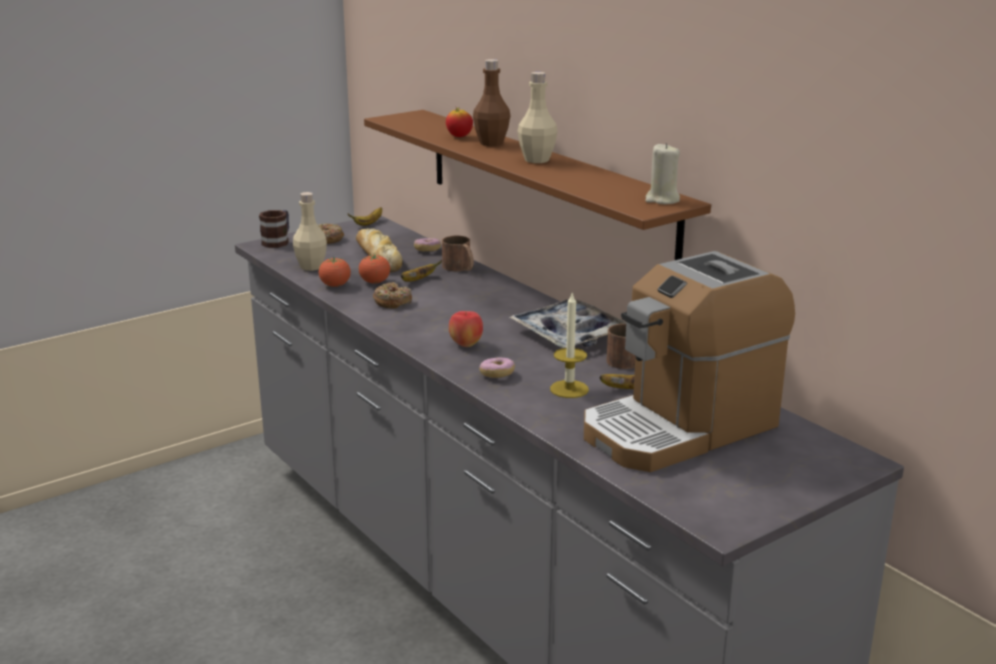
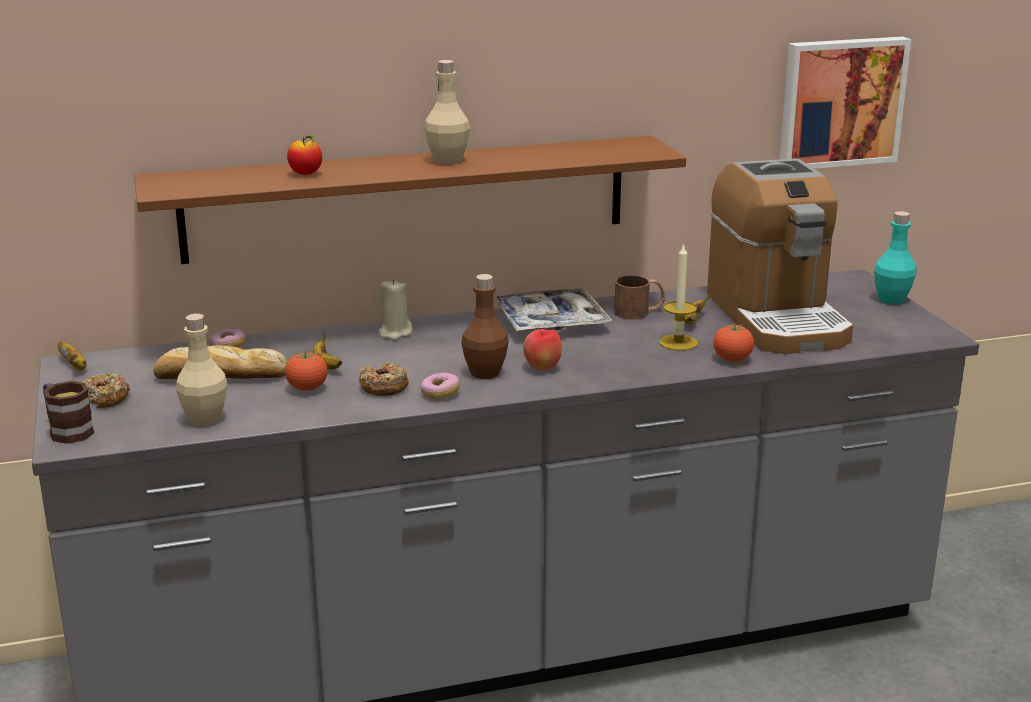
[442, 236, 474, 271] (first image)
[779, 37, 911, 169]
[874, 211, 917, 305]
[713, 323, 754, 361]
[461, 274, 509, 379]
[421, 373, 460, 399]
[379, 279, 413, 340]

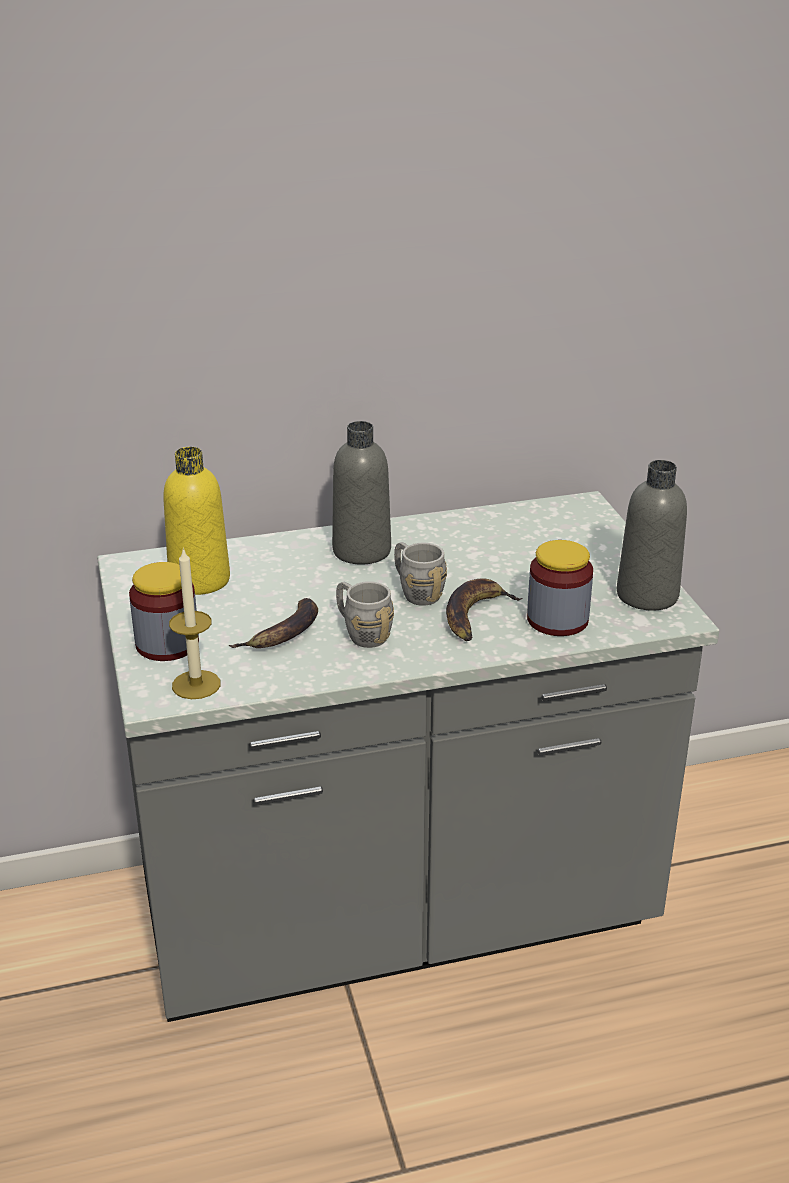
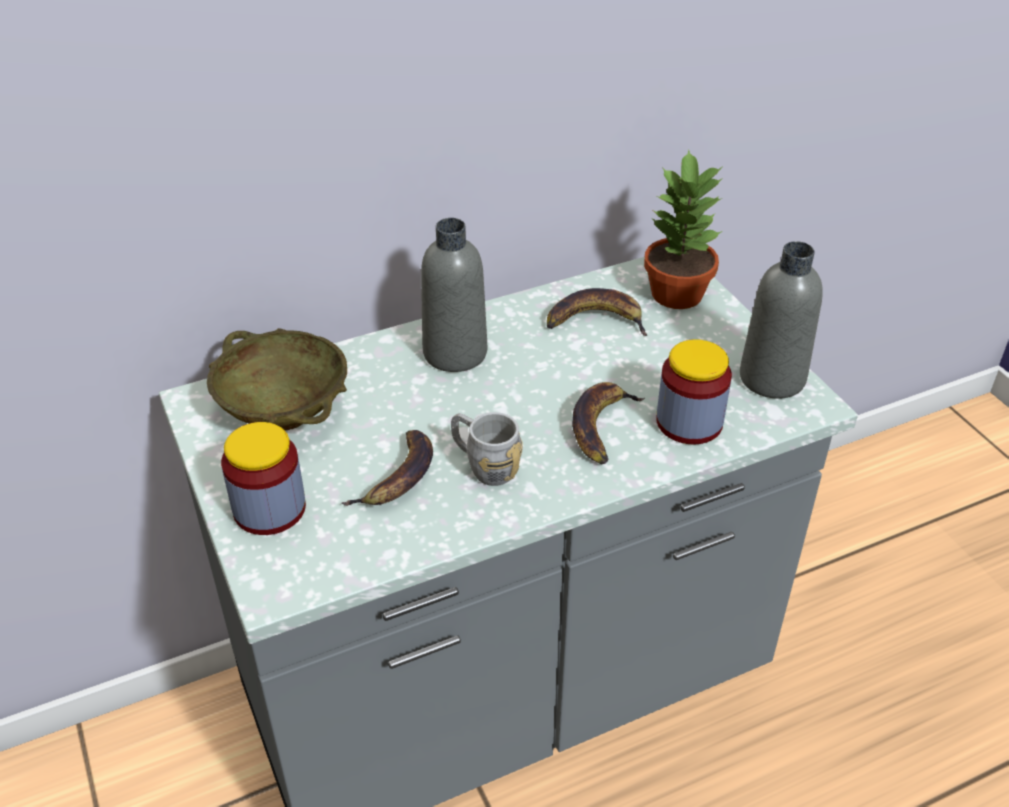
[169, 547, 221, 699] (first image)
[394, 542, 447, 606] (first image)
[547, 288, 648, 336]
[644, 150, 723, 309]
[207, 328, 347, 430]

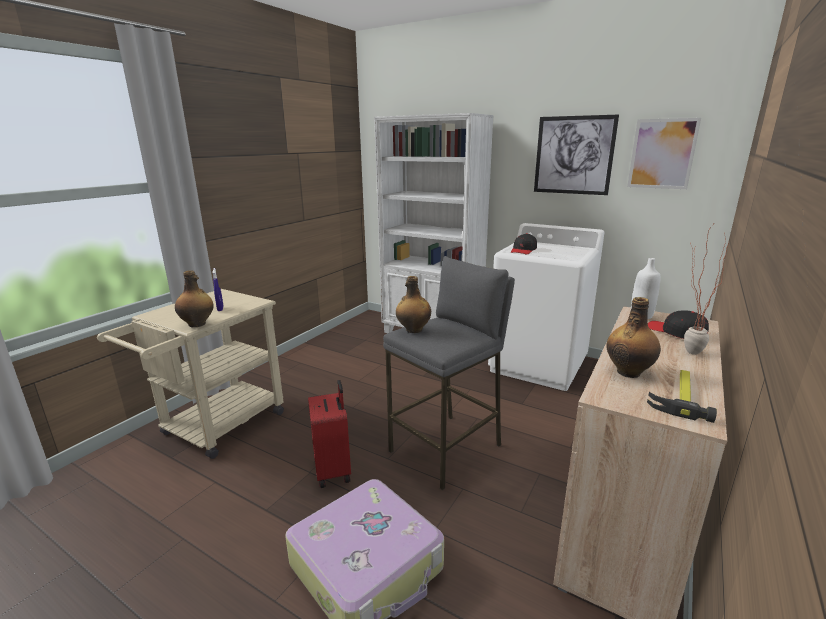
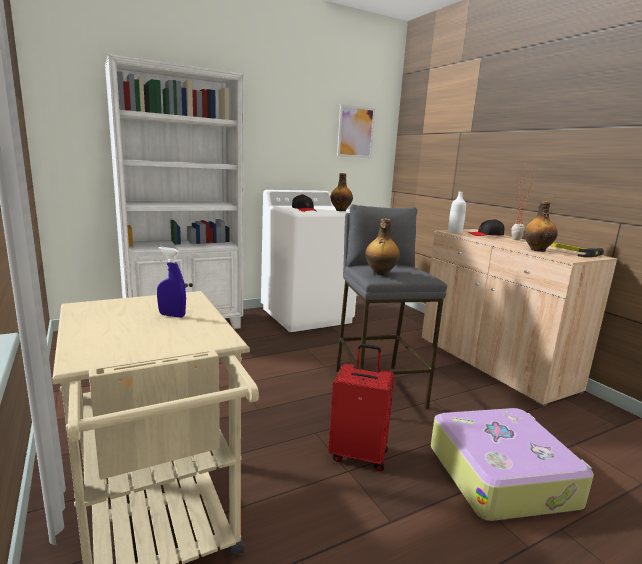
[534, 115, 619, 195] (first image)
[330, 173, 353, 211]

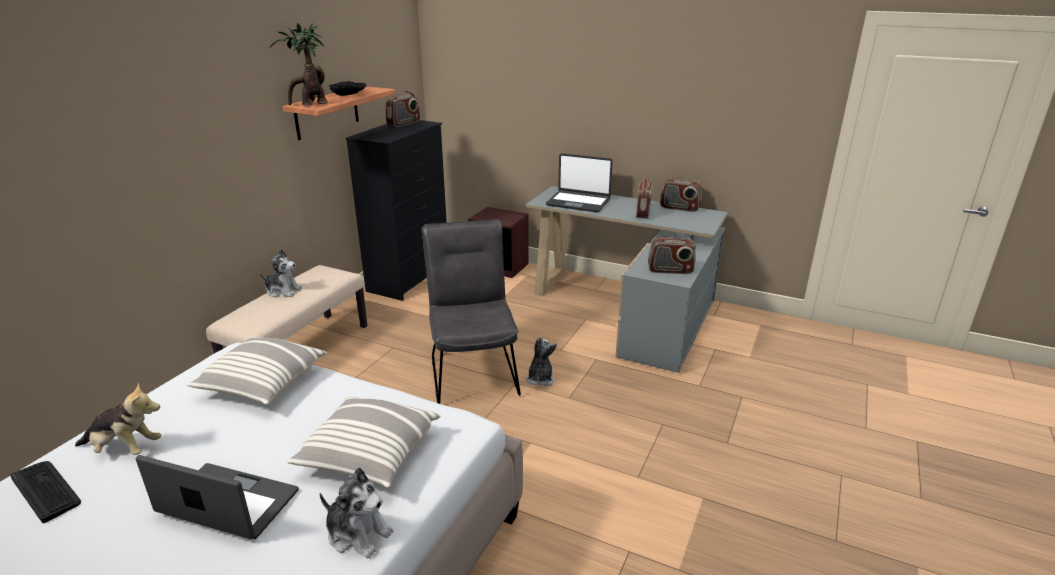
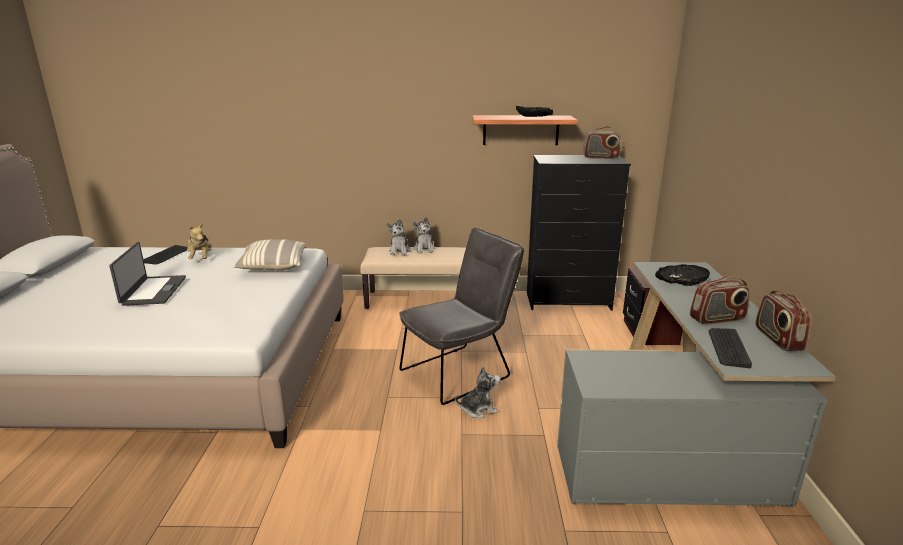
[270, 23, 328, 106] (first image)
[287, 397, 441, 488] (first image)
[648, 235, 696, 274] (first image)
[709, 328, 752, 368]
[387, 219, 411, 255]
[655, 264, 710, 286]

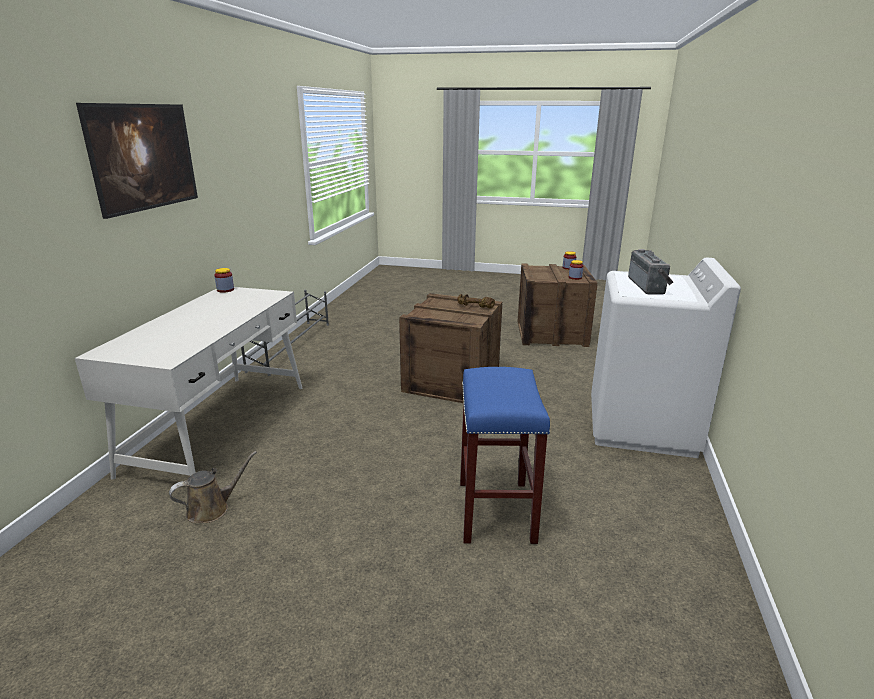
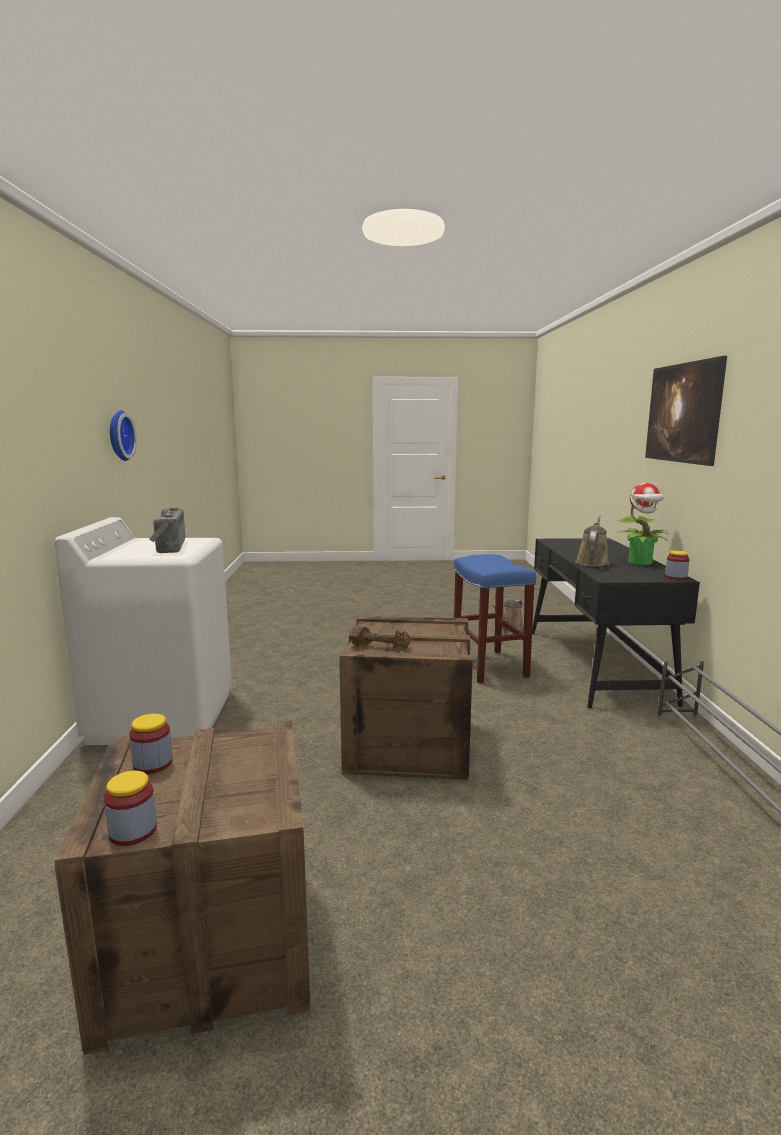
[110, 410, 137, 461]
[575, 515, 609, 567]
[618, 483, 669, 565]
[454, 554, 536, 683]
[532, 538, 700, 708]

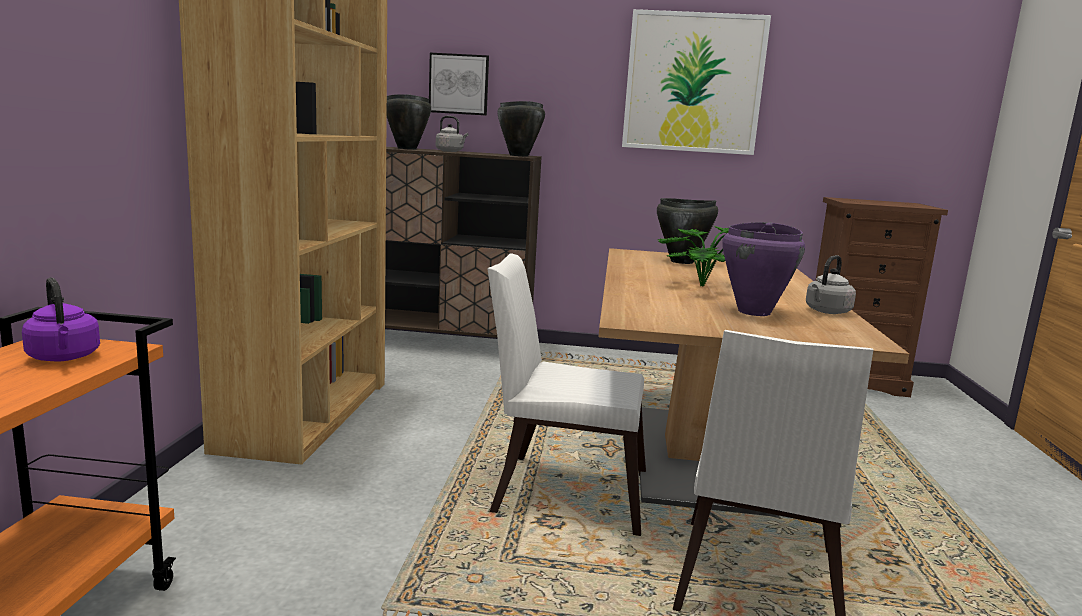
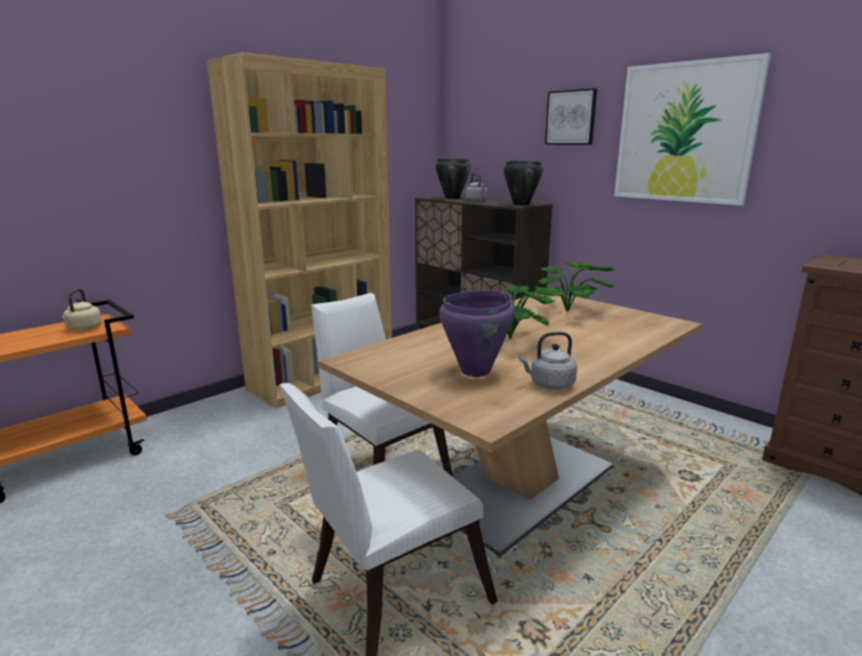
[545, 88, 597, 145]
[538, 262, 615, 311]
[61, 289, 102, 330]

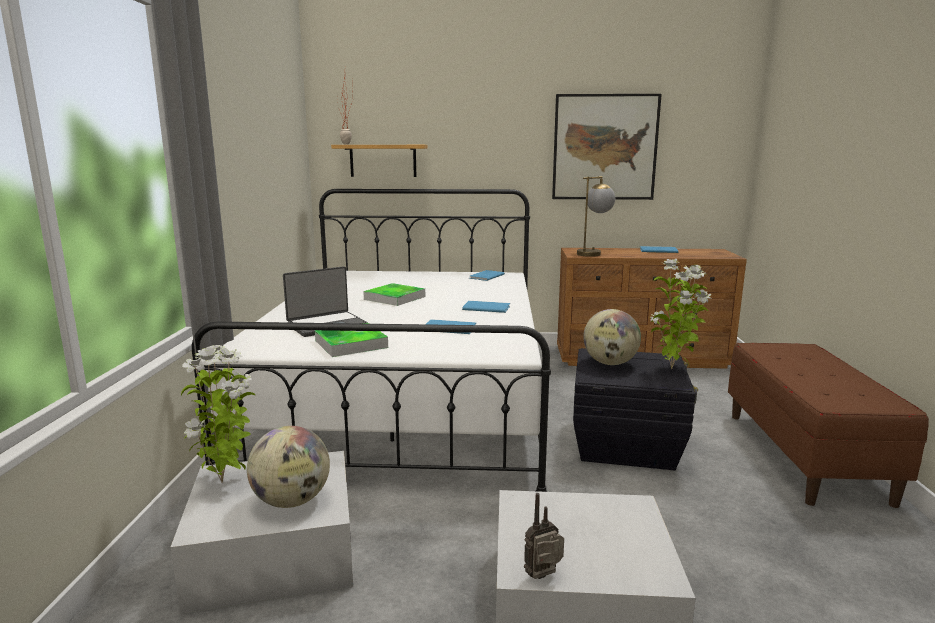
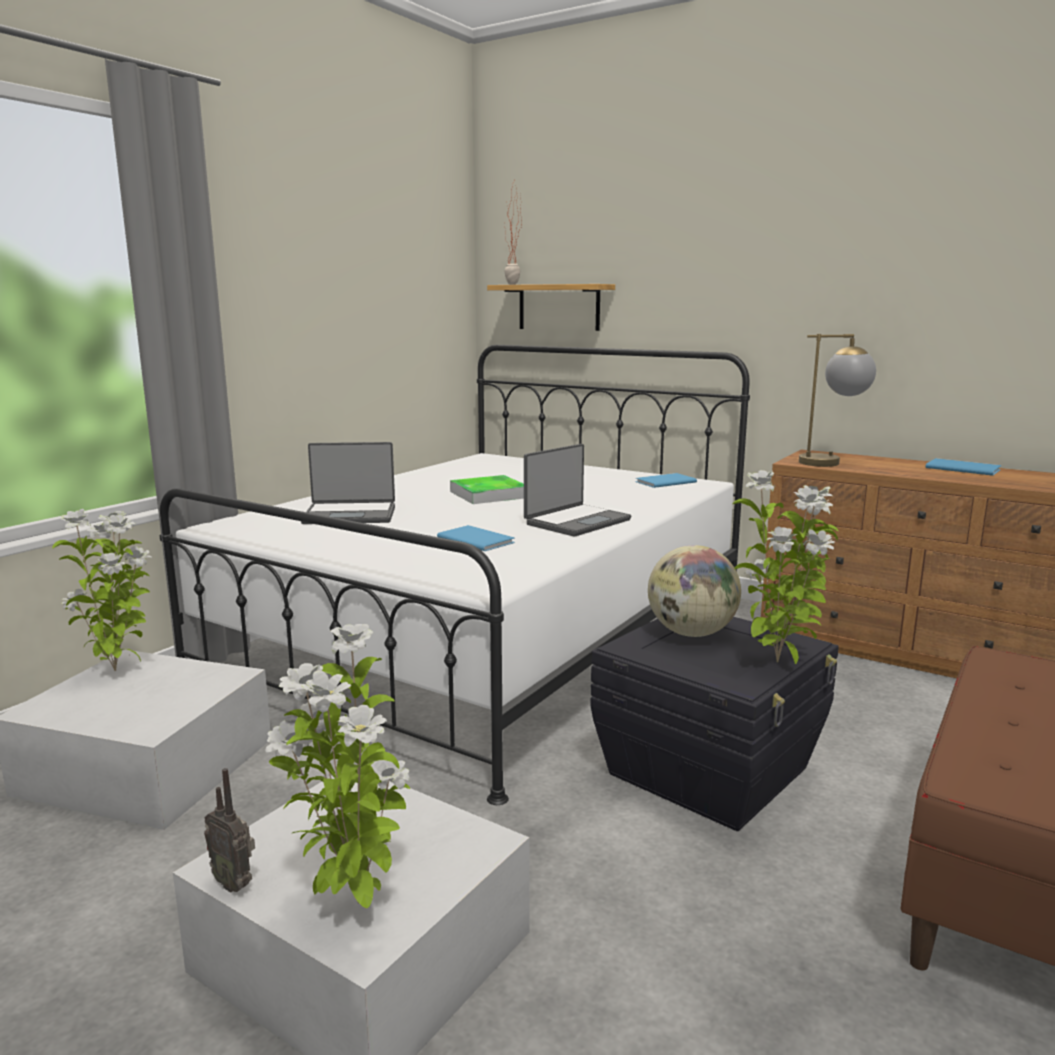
[247, 426, 330, 508] (first image)
[315, 323, 388, 357] (first image)
[552, 94, 662, 200] (first image)
[265, 624, 410, 908]
[524, 444, 631, 536]
[204, 768, 255, 893]

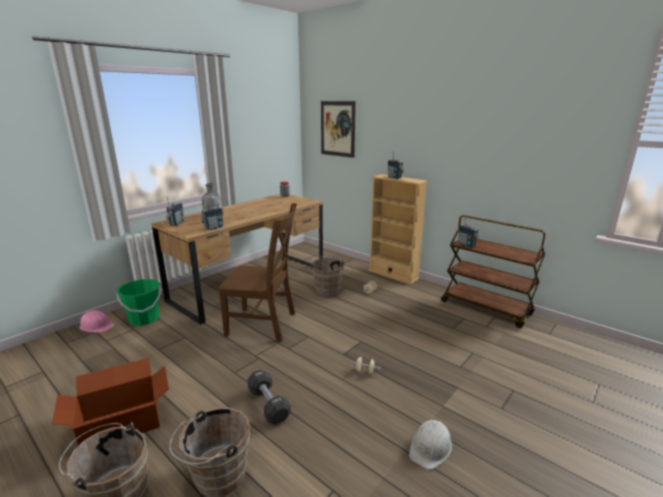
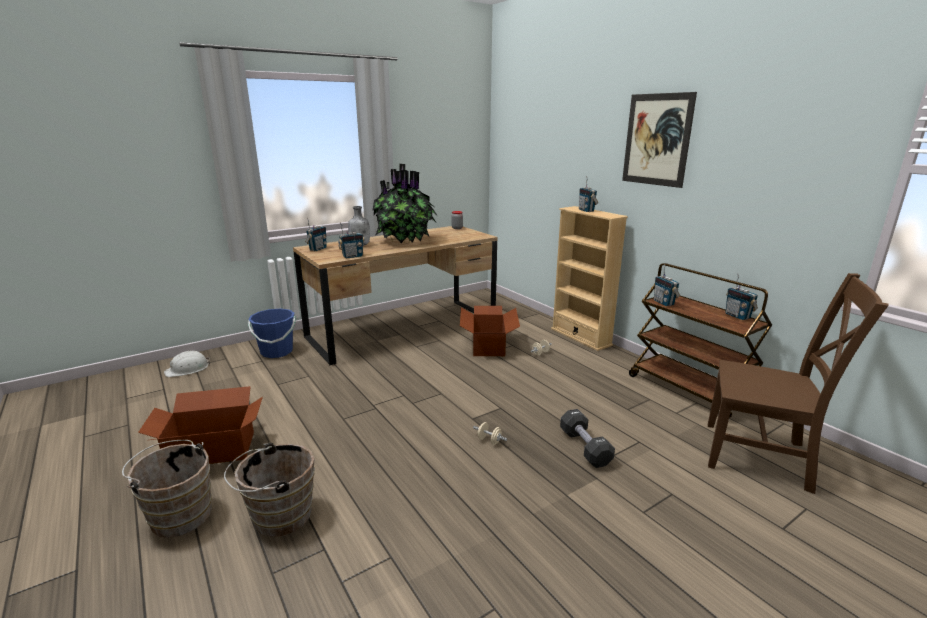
[79, 310, 115, 333] (first image)
[372, 164, 438, 243]
[725, 274, 758, 320]
[708, 273, 889, 494]
[560, 409, 615, 468]
[622, 92, 697, 188]
[164, 351, 210, 377]
[460, 306, 520, 356]
[248, 308, 295, 358]

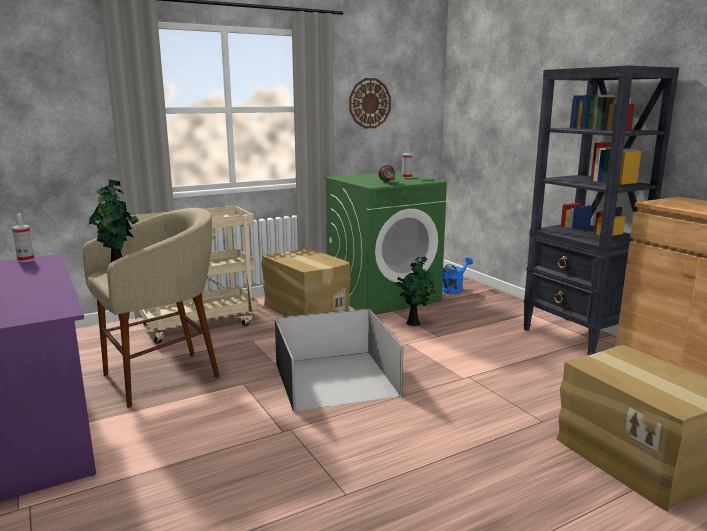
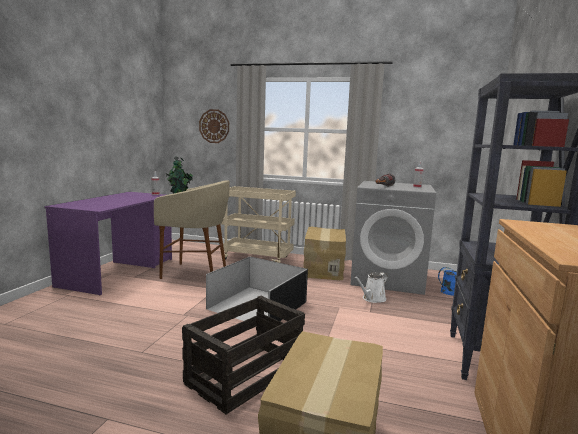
[182, 296, 305, 414]
[199, 109, 229, 143]
[354, 272, 388, 303]
[350, 181, 436, 295]

